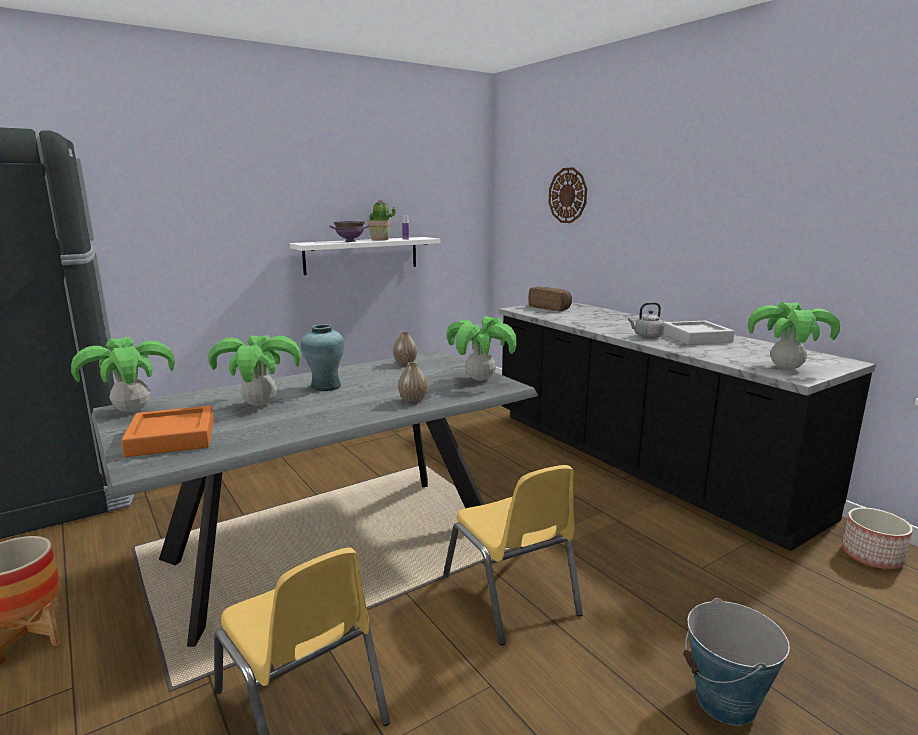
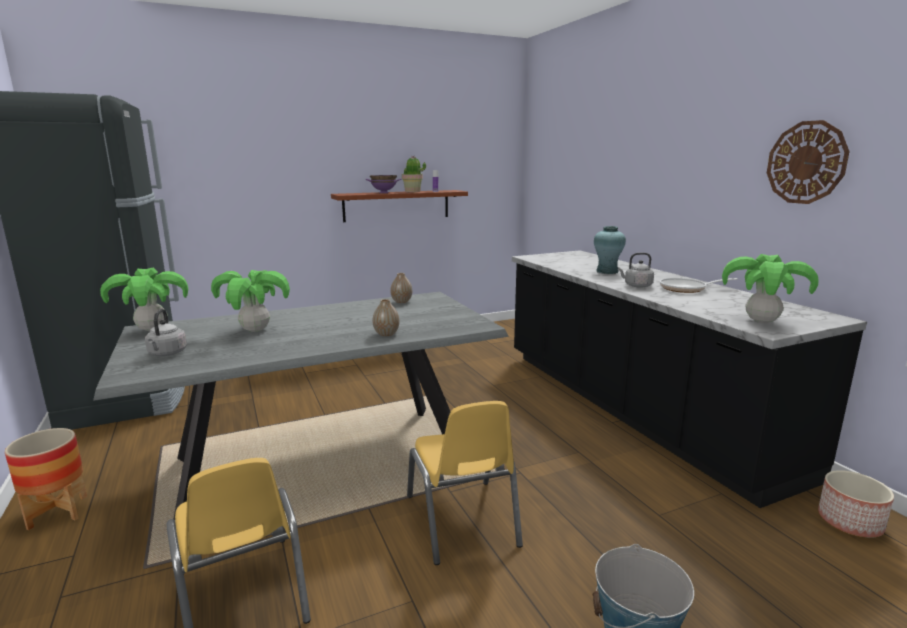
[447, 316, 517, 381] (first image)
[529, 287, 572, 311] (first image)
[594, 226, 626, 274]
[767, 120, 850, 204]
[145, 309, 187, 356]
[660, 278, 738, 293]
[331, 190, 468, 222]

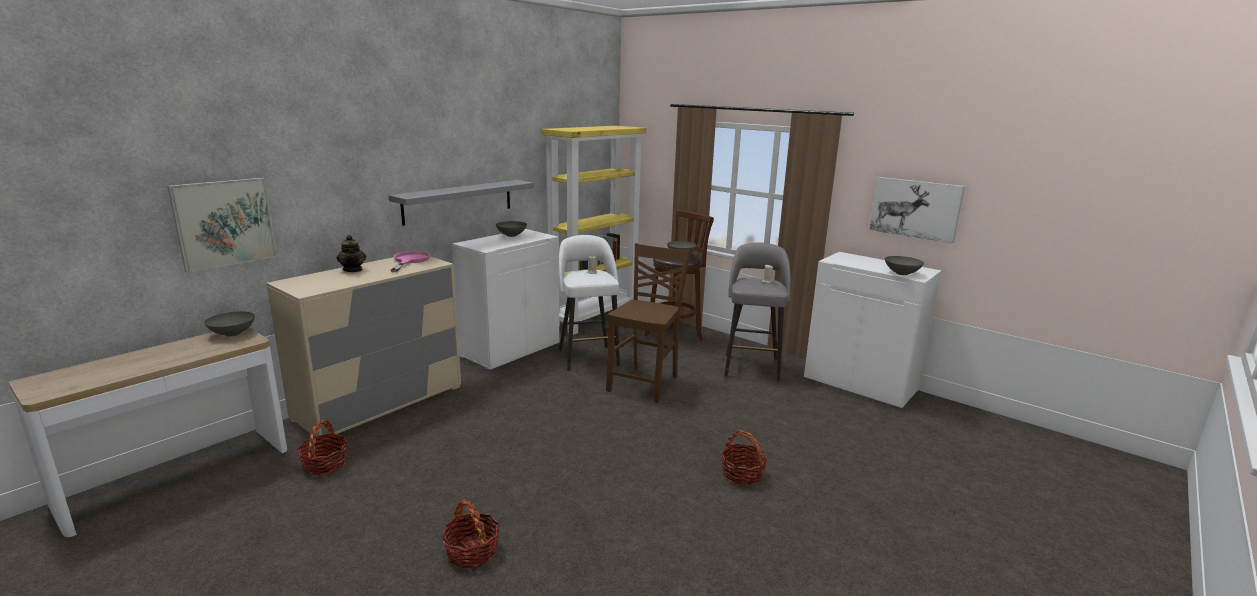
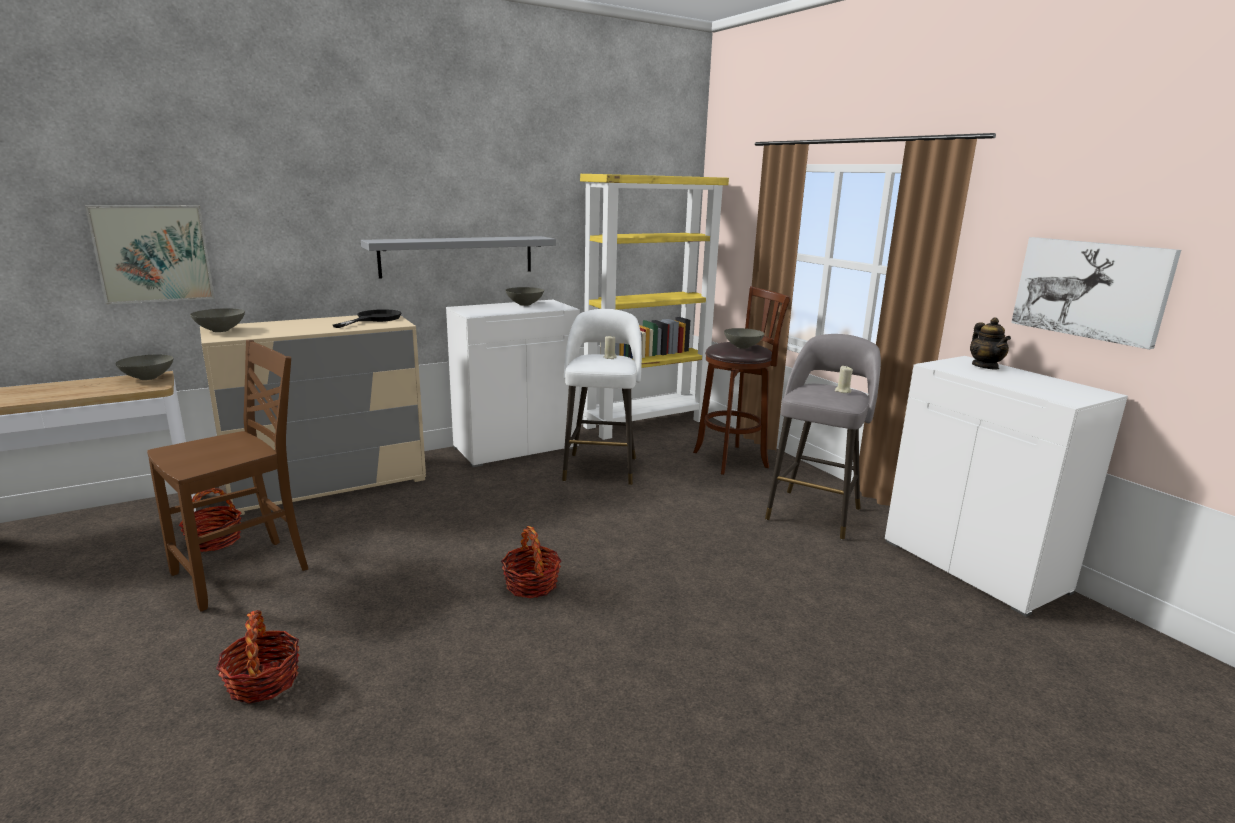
[970, 317, 1011, 370]
[147, 340, 308, 611]
[501, 526, 562, 598]
[190, 308, 245, 332]
[333, 309, 401, 328]

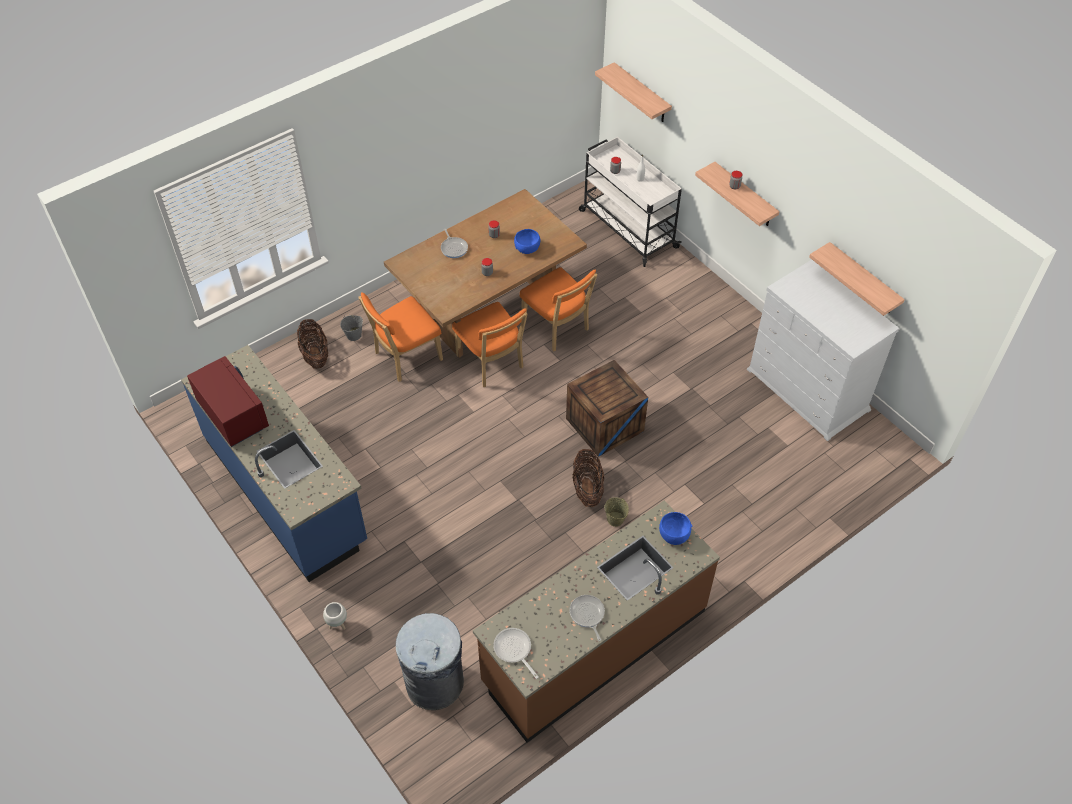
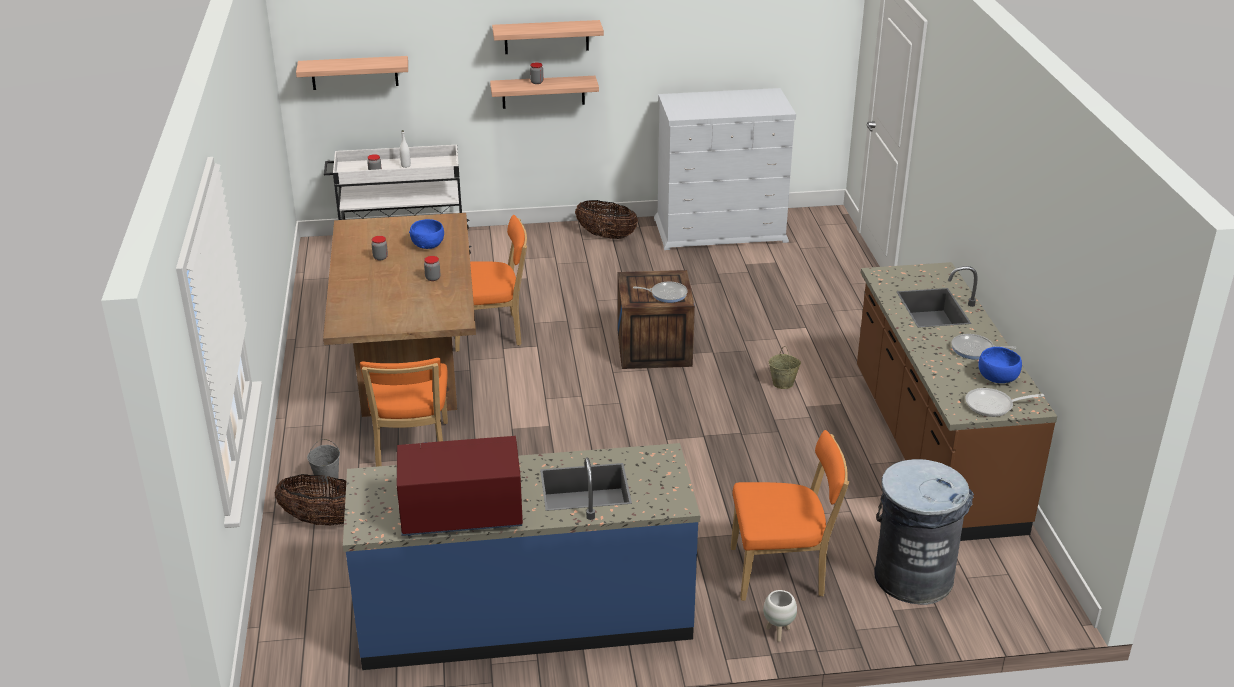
[633, 282, 688, 303]
[731, 430, 849, 601]
[575, 200, 638, 239]
[978, 347, 1022, 383]
[492, 20, 604, 54]

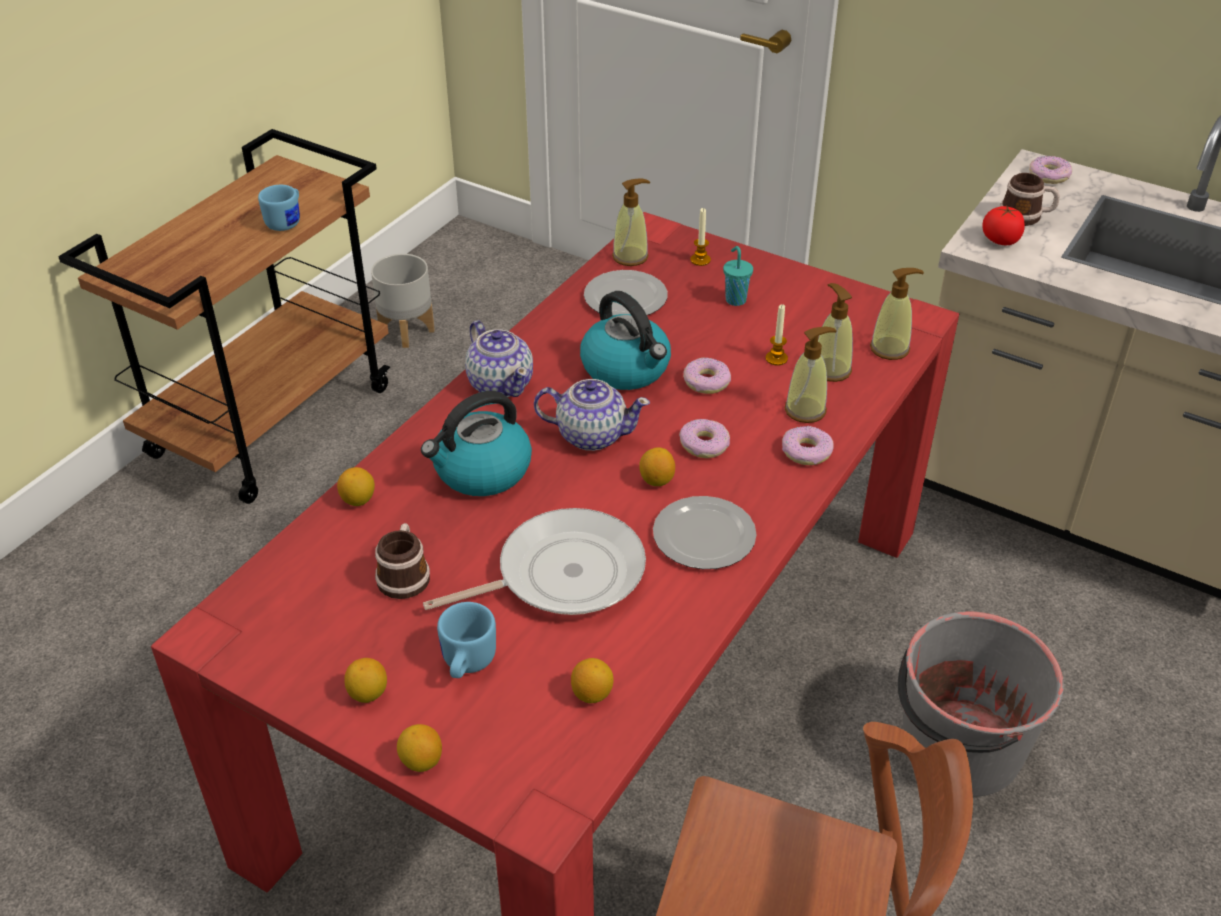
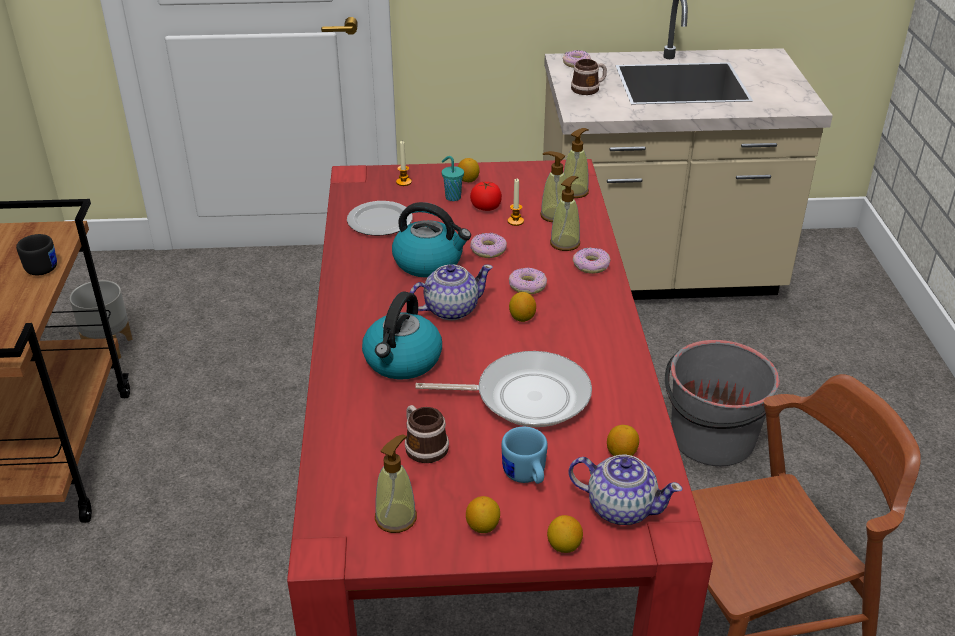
[653, 496, 757, 569] (first image)
[458, 158, 480, 182]
[568, 455, 683, 525]
[375, 434, 417, 533]
[470, 181, 502, 211]
[16, 234, 57, 275]
[415, 351, 592, 427]

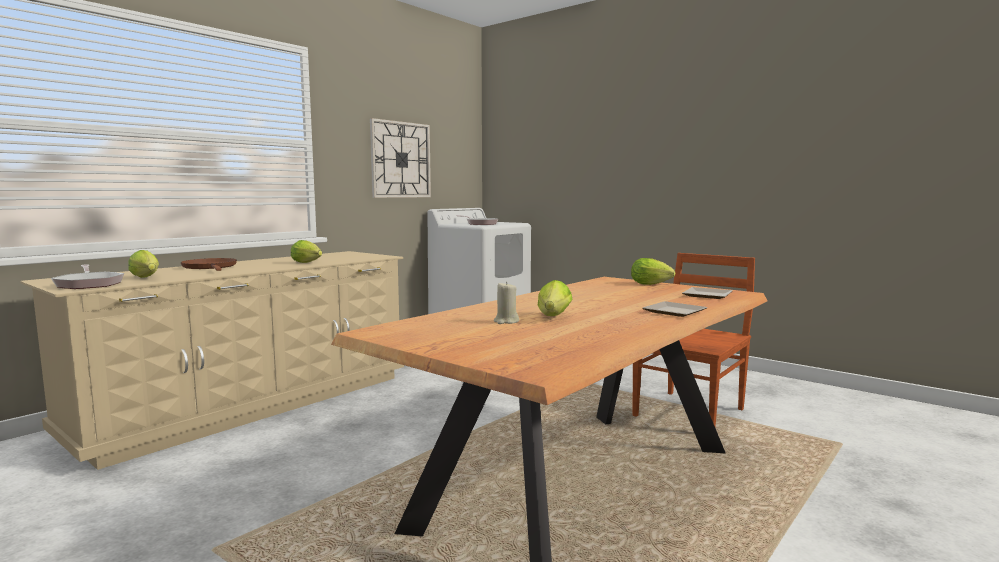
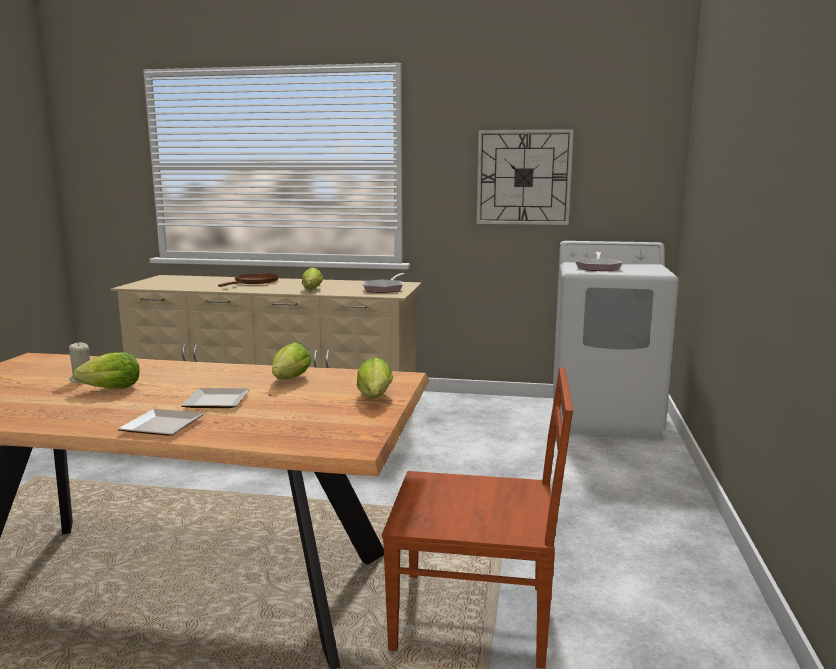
[362, 273, 405, 293]
[272, 342, 312, 380]
[181, 388, 250, 408]

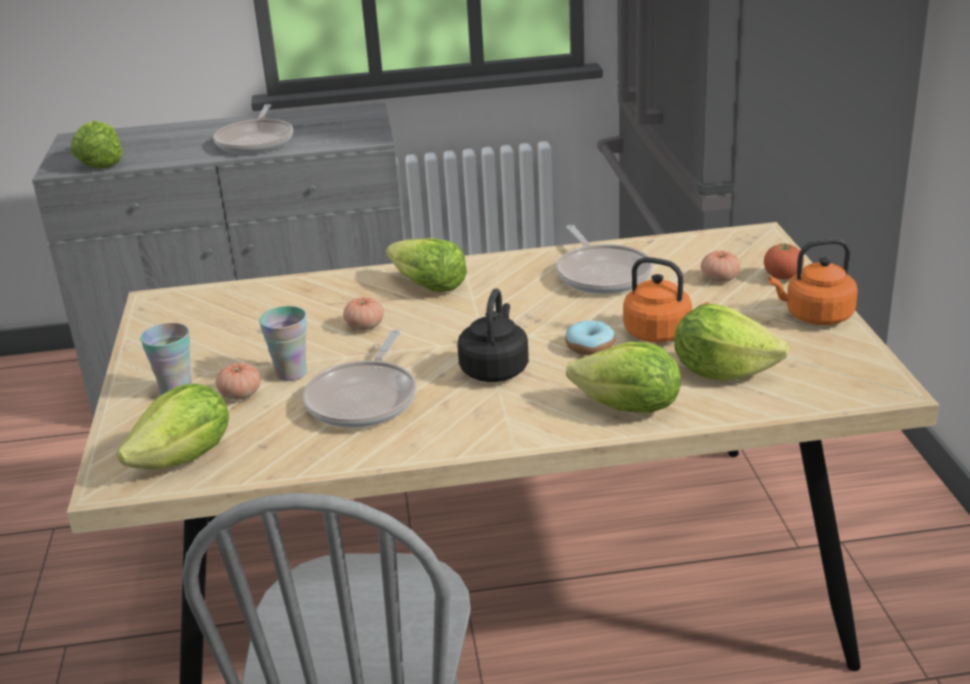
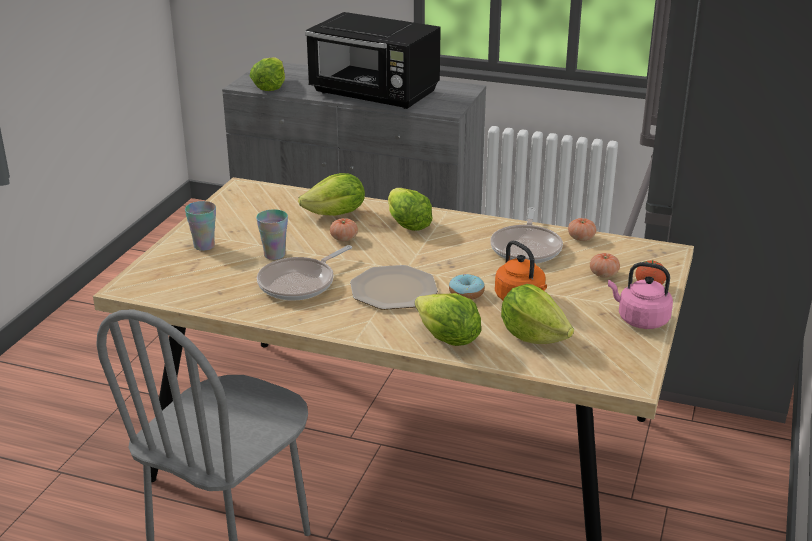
[298, 173, 365, 216]
[568, 218, 596, 241]
[305, 12, 441, 109]
[350, 265, 438, 310]
[608, 262, 673, 329]

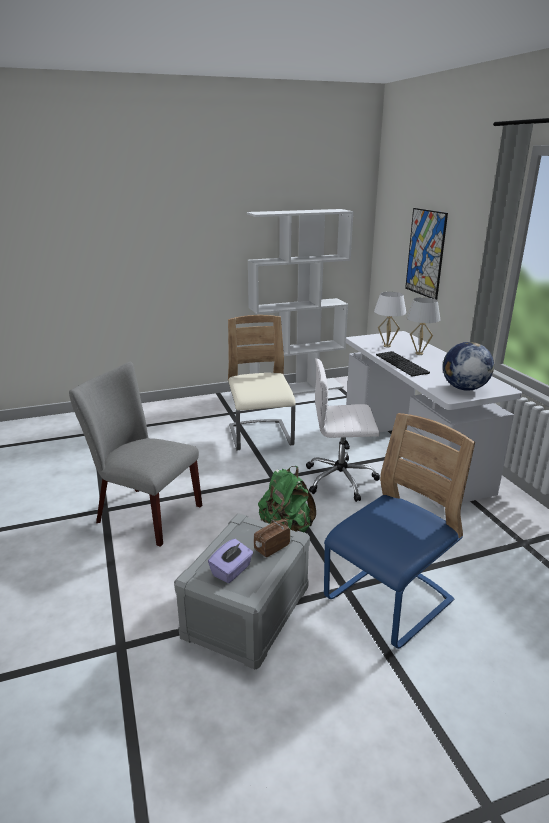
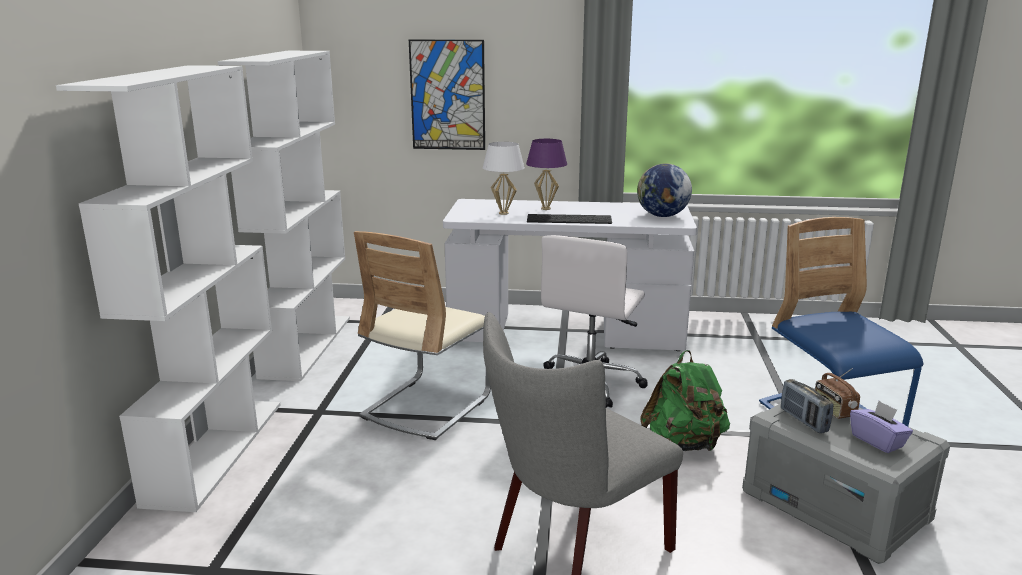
[56, 65, 280, 512]
[781, 379, 834, 433]
[526, 139, 567, 210]
[354, 231, 491, 440]

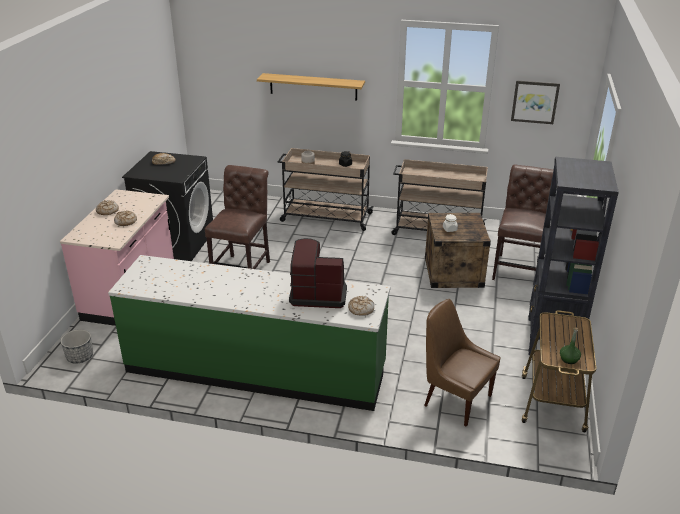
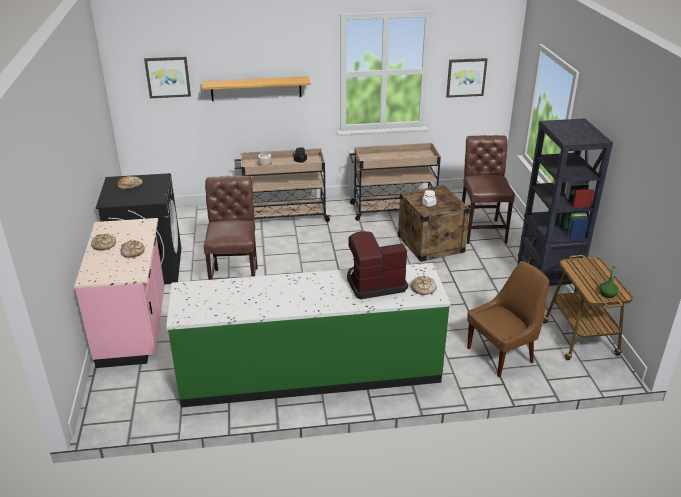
[60, 329, 93, 364] (first image)
[144, 57, 191, 98]
[467, 261, 549, 377]

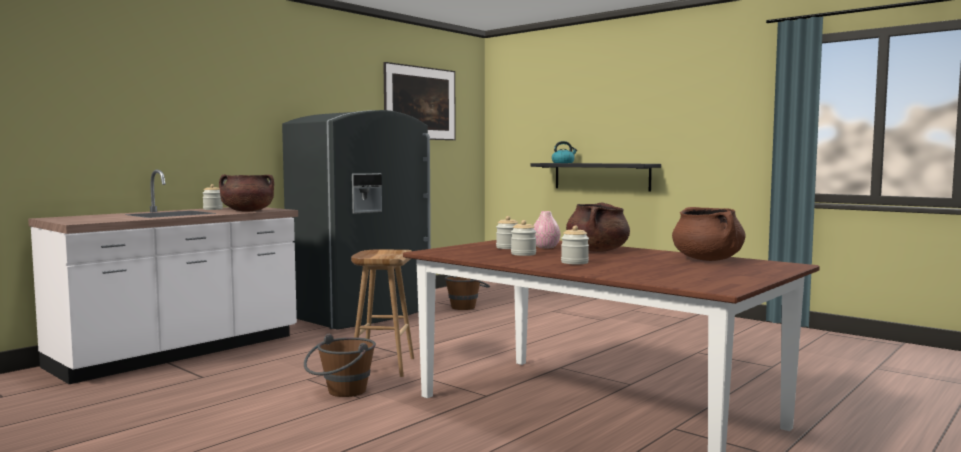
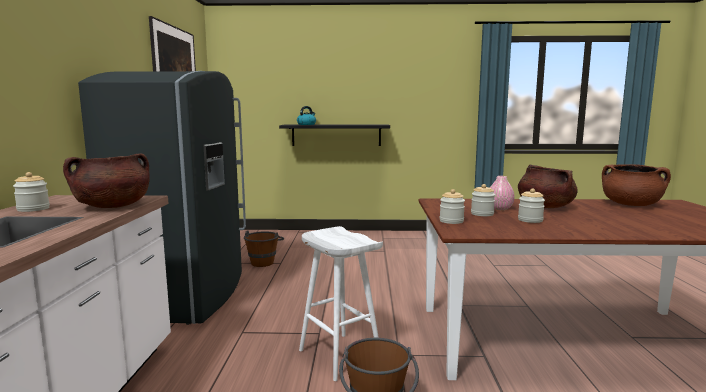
[440, 189, 465, 224]
[299, 226, 383, 381]

